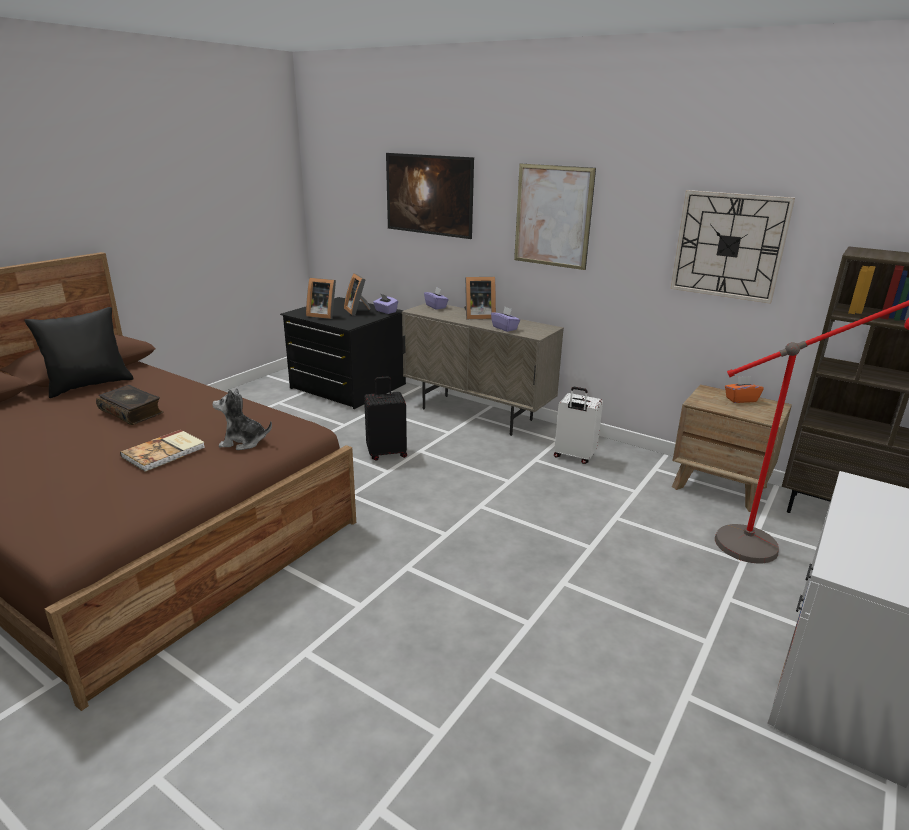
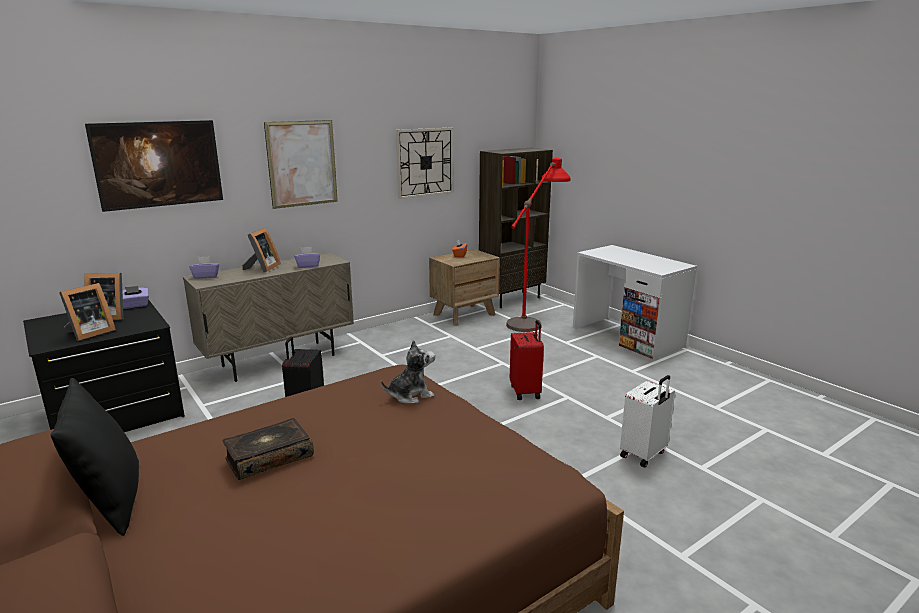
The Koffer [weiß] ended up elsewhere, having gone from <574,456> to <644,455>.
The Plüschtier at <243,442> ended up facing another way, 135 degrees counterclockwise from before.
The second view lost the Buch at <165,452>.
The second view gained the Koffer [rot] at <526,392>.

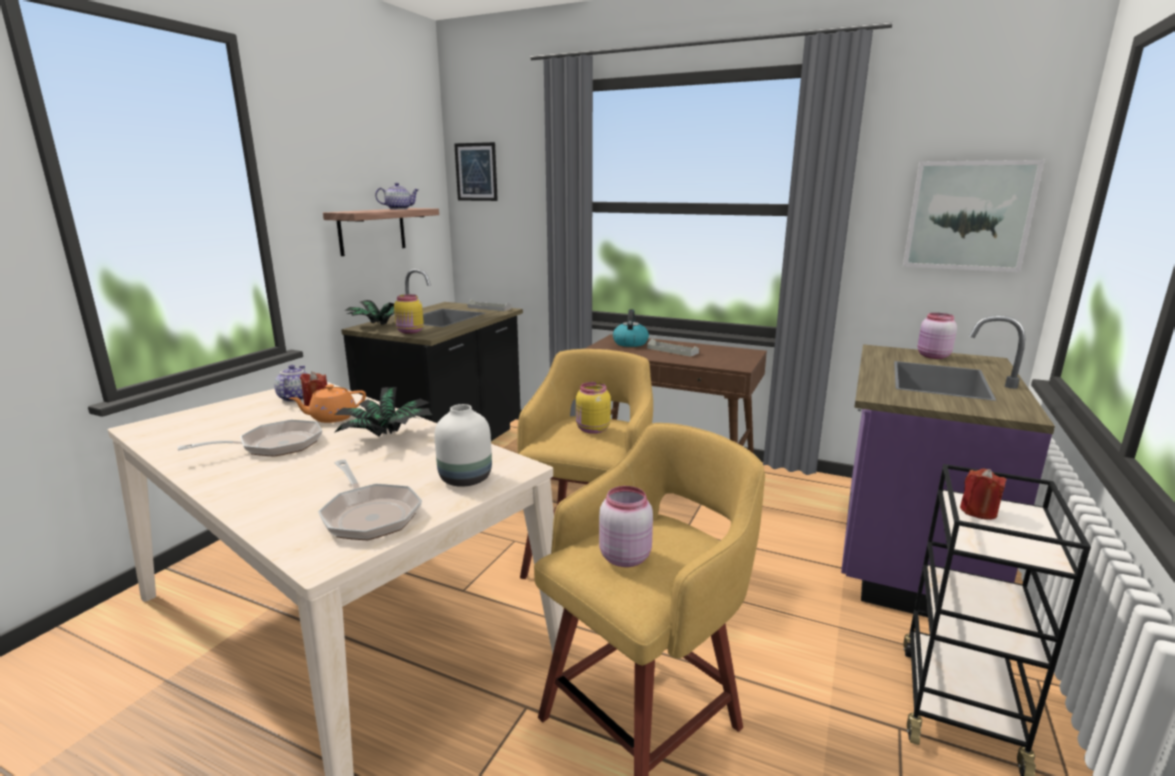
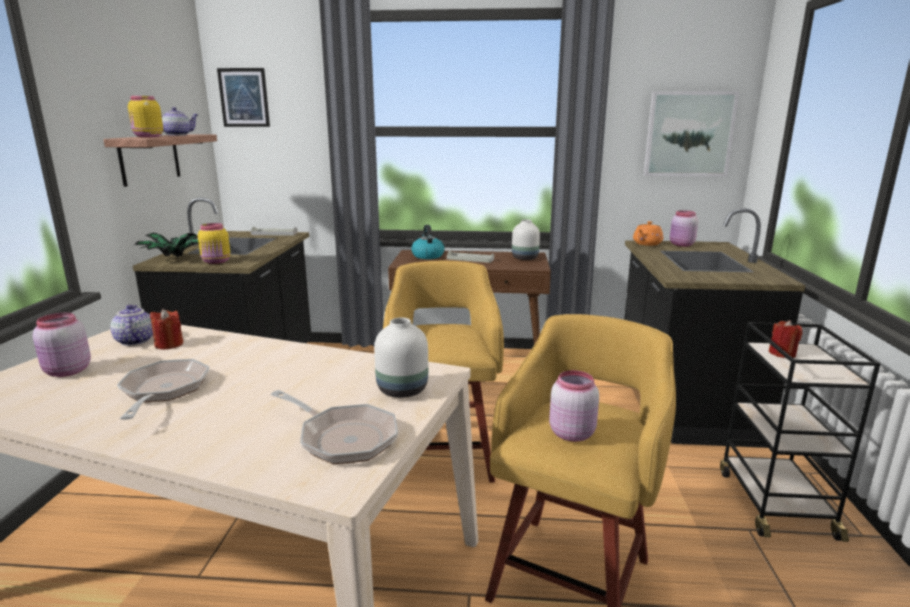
What was the Küchenzeile [lila] at <906,553> turned into the Küchenzeile [schwarz] at <681,402>.
The Vorratsglas [gelb] ended up elsewhere, having gone from <592,429> to <148,137>.
The Teekanne [orange] ended up elsewhere, having gone from <332,418> to <646,244>.
The second view lost the Topfpflanze at <388,436>.
The Pfanne at <274,445> ended up facing another way, 45 degrees counterclockwise from before.
The second view gained the Vase [weiß] at <525,258>.
The second view gained the Vorratsglas [rosa] at <67,371>.

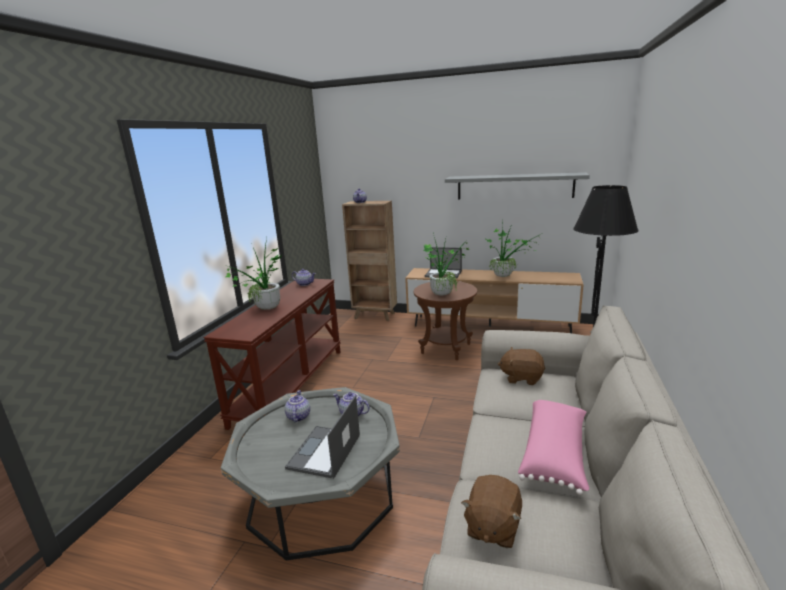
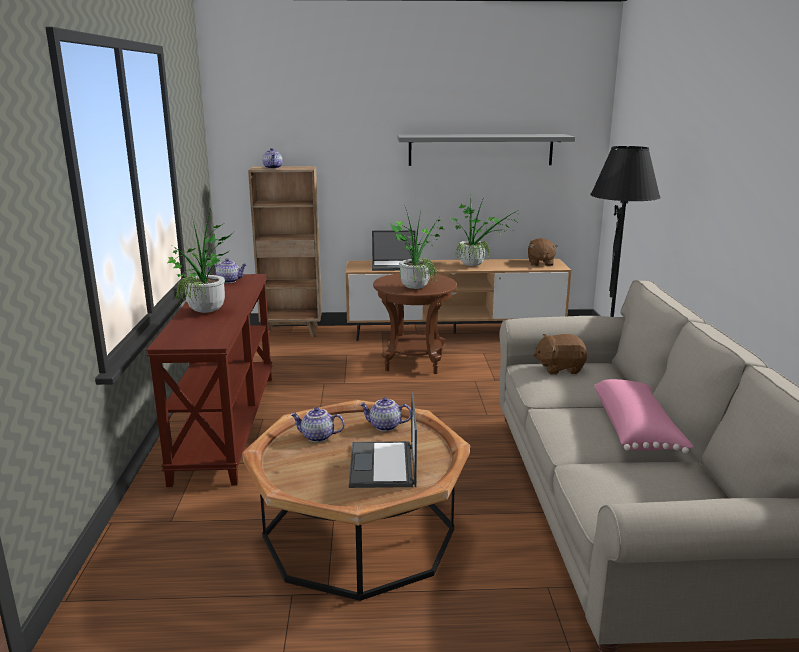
What was the Couchtisch [grau] at <321,495> turned into the Couchtisch [braun] at <359,533>.
The Teekanne at <298,416> ended up facing another way, 60 degrees counterclockwise from before.
The Plüschtier [braun] ended up elsewhere, having gone from <492,527> to <540,263>.

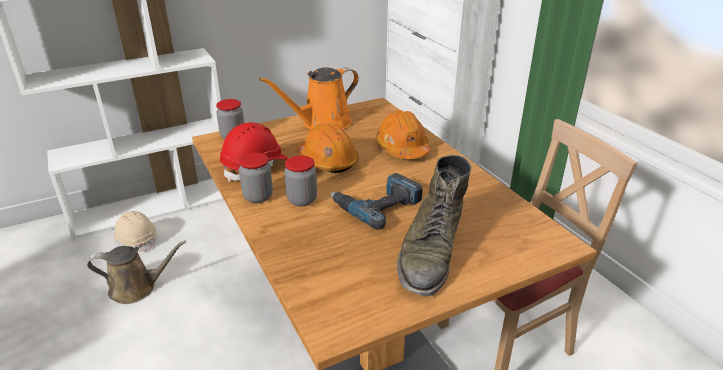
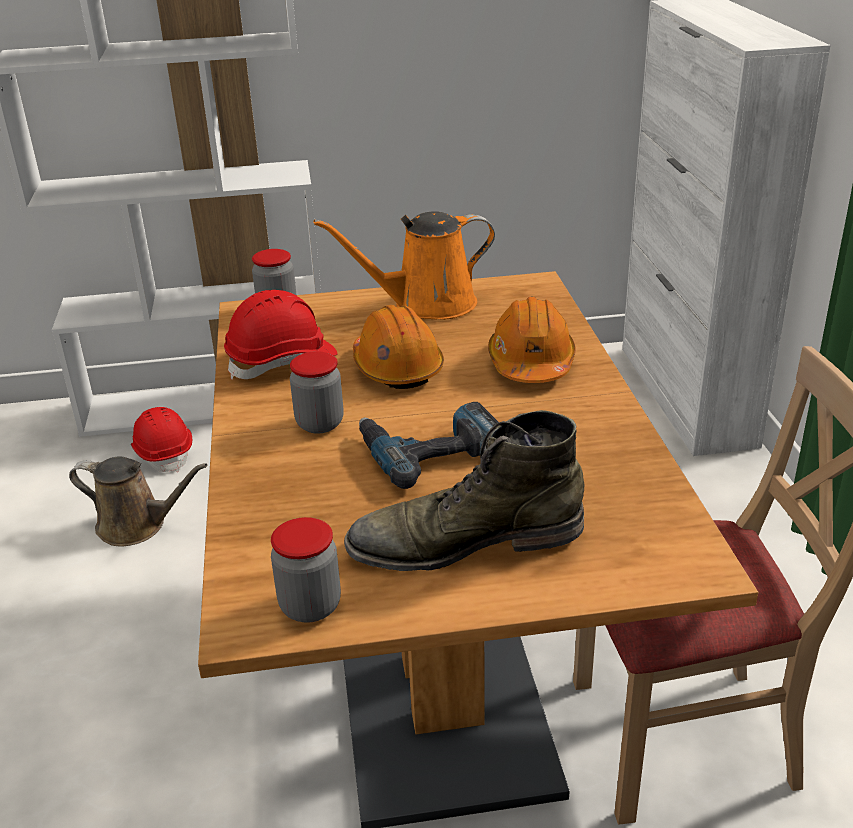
The Vorratsglas ended up elsewhere, having gone from <258,197> to <310,606>.
The Stiefel [grün] at <430,253> ended up facing another way, 45 degrees clockwise from before.
What was the Schutzhelm [beige] at <136,240> turned into the Schutzhelm [rot] at <164,453>.

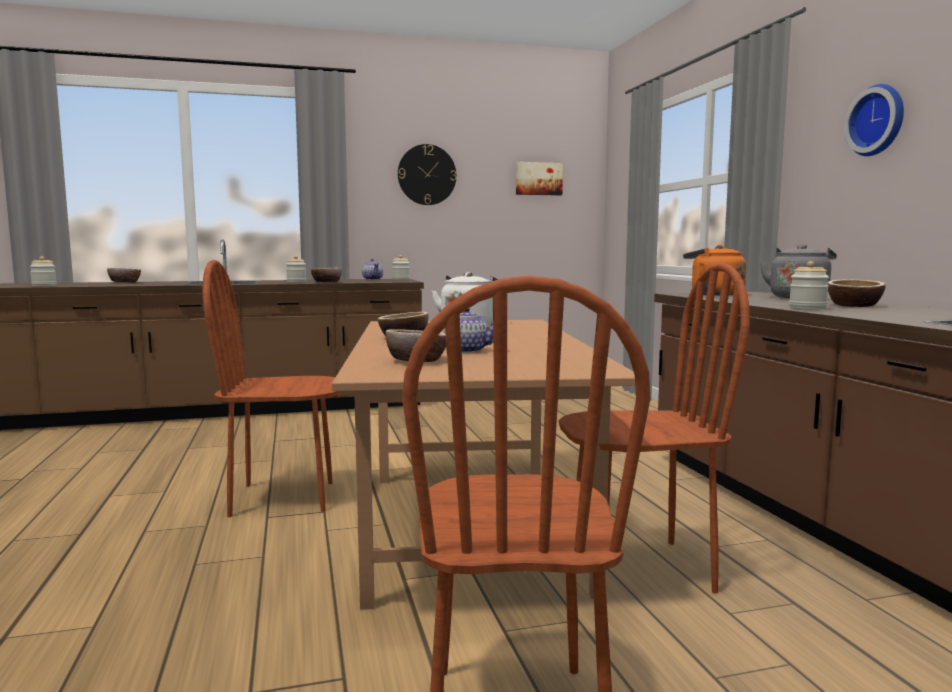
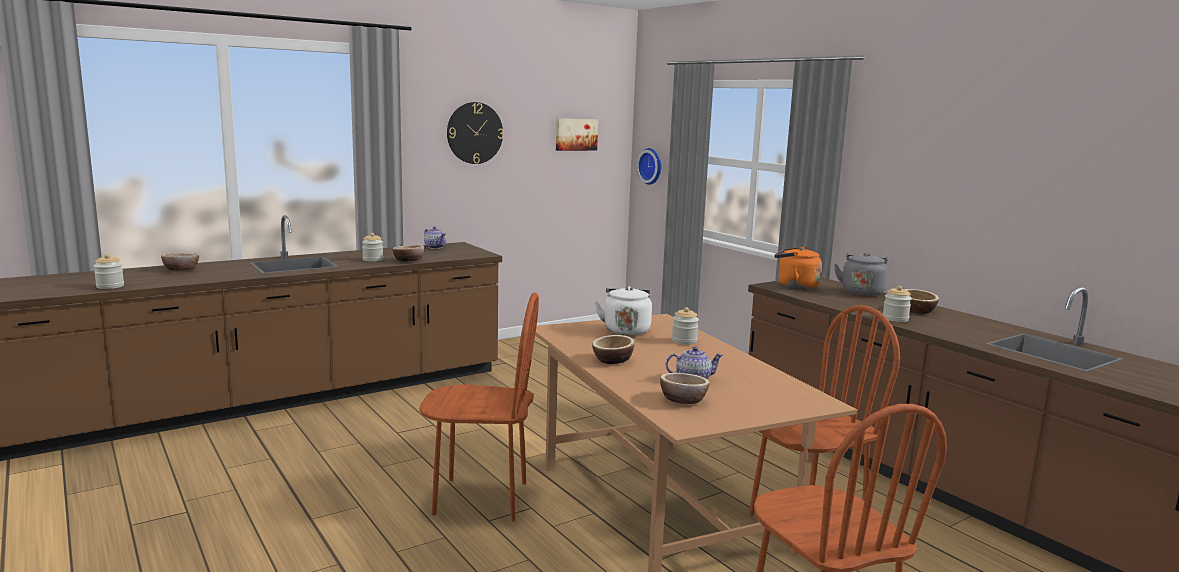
The Wanduhr ended up elsewhere, having gone from <878,120> to <651,166>.
The Vorratsglas ended up elsewhere, having gone from <400,279> to <684,341>.
The Stuhl [braun] at <283,498> ended up facing another way, 150 degrees counterclockwise from before.

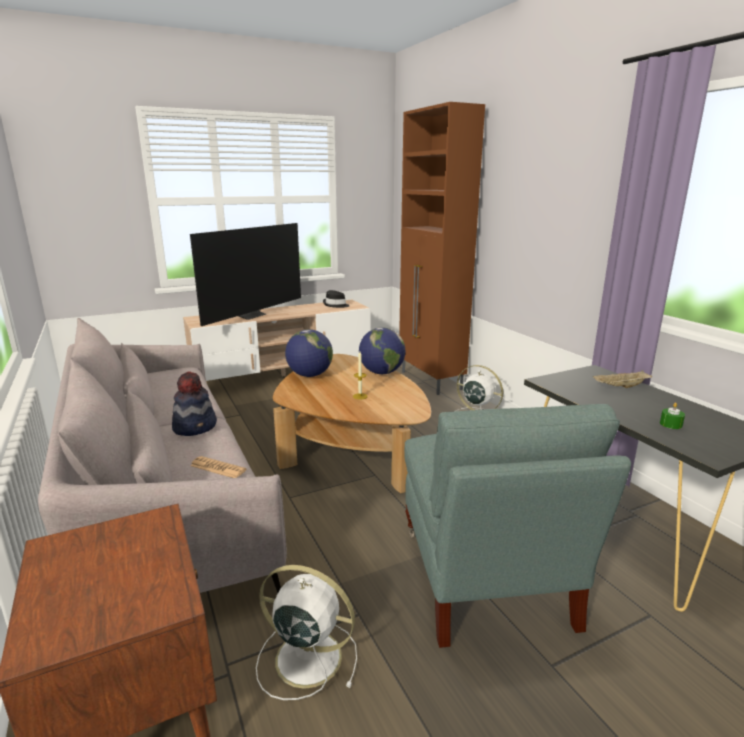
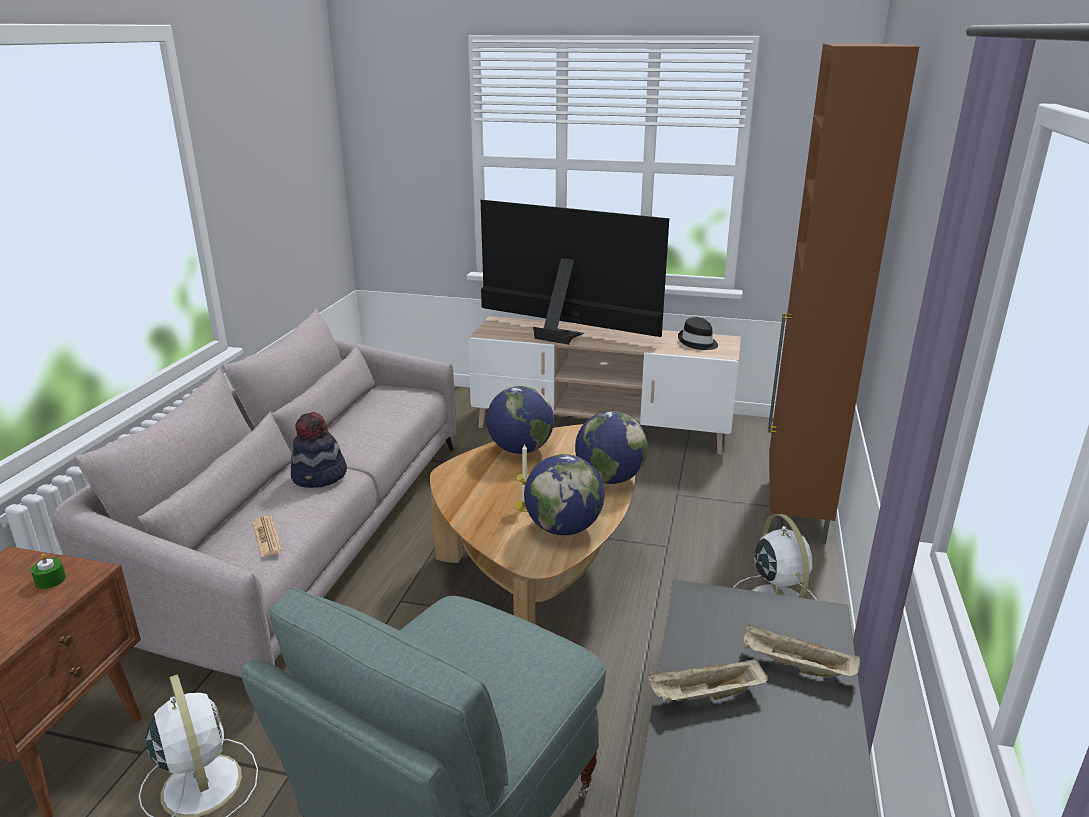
The Fernseher at <251,315> ended up facing another way, 135 degrees counterclockwise from before.
The Kerze [grün] ended up elsewhere, having gone from <670,424> to <50,580>.
The second view gained the Globus at <563,528>.
The second view gained the Tablett [beige] at <705,696>.

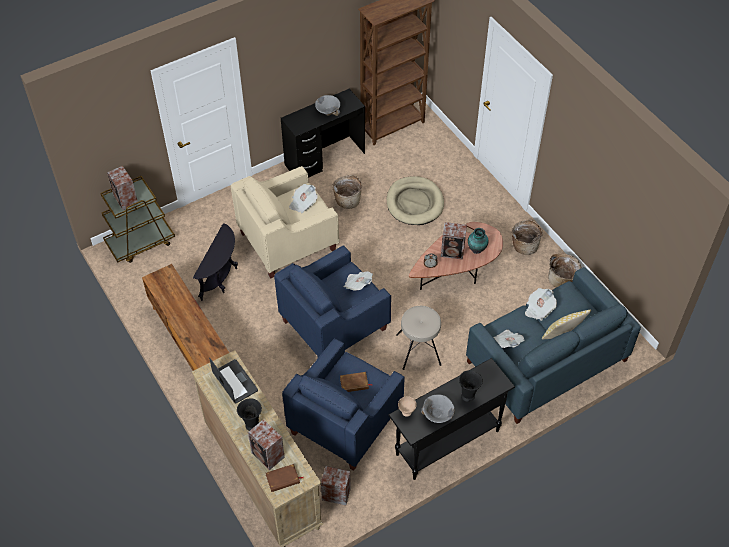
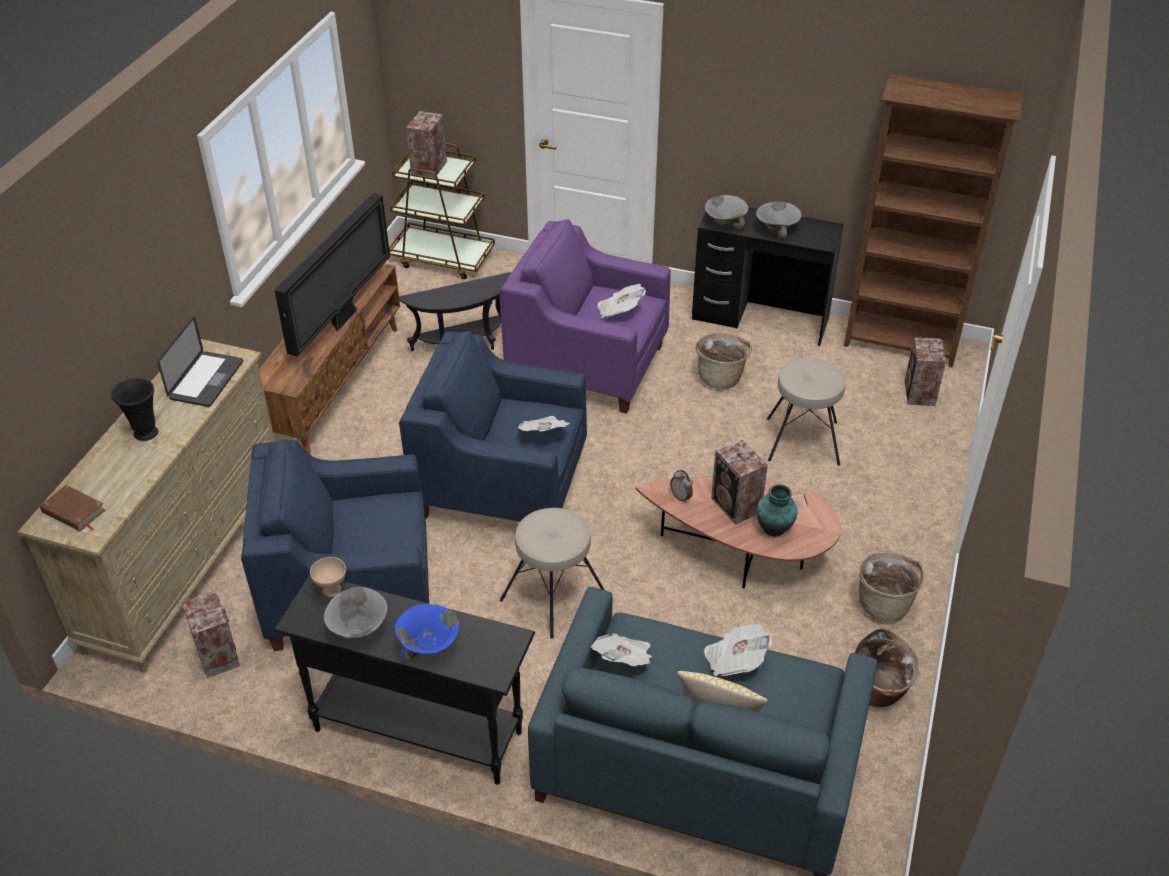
What was the Sessel [beige] at <288,241> turned into the Sessel [lila] at <587,365>.
Where the Hundebett [beige] stood at <414,203>, the Hocker [beige] came to stand at <802,440>.
Where the Vase [schwarz] stood at <468,396>, the Schüssel [blau] came to stand at <429,645>.
The second view lost the Buch [braun] at <354,383>.
The Lautsprecher ended up elsewhere, having gone from <268,456> to <919,394>.
The second view gained the Fernseher at <344,317>.
The second view gained the Schüssel [grau] at <725,223>.

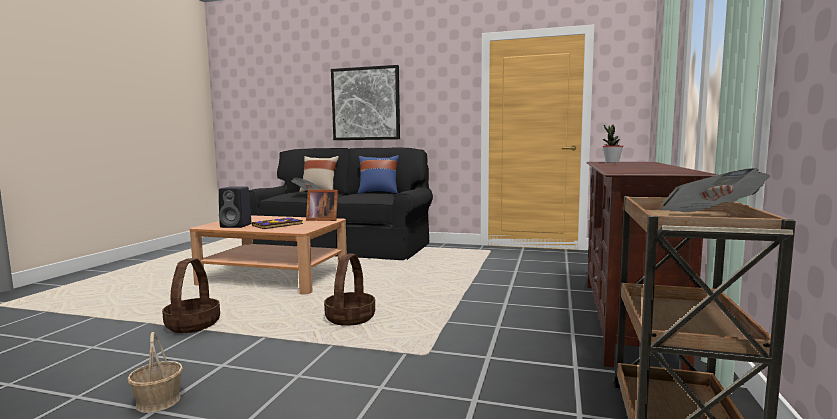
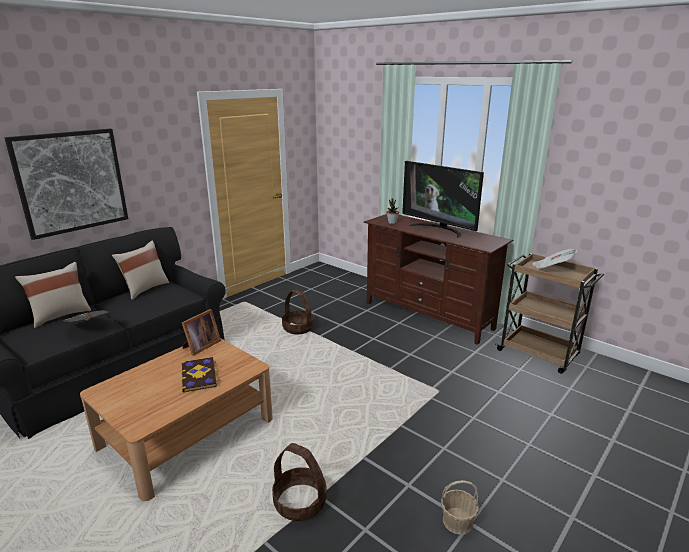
What was the Kissen [blau] at <378,193> turned into the Kissen [beige] at <145,289>.
The second view lost the Lautsprecher [schwarz] at <237,226>.
The Korb ended up elsewhere, having gone from <350,318> to <298,328>.
The second view gained the Fernseher at <439,229>.

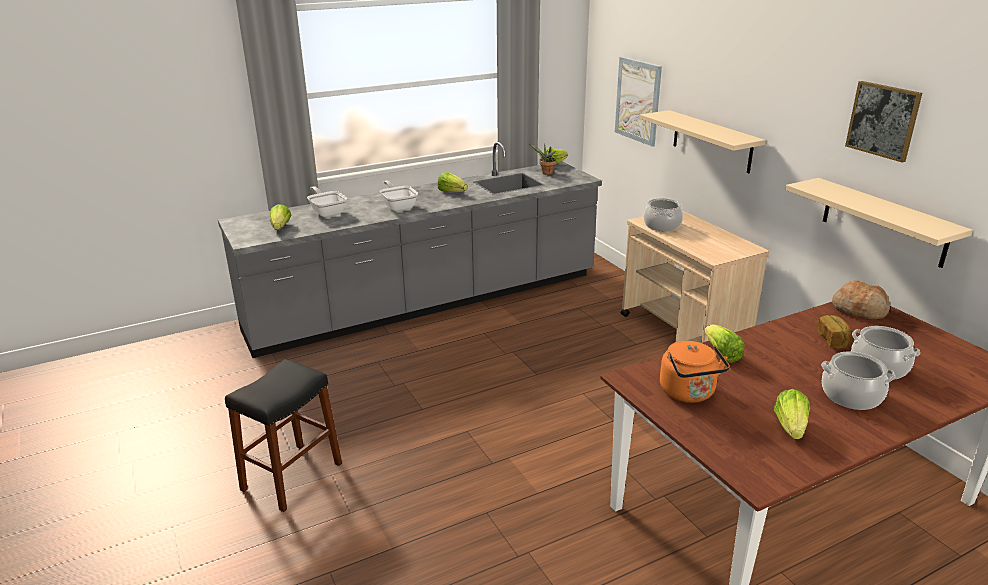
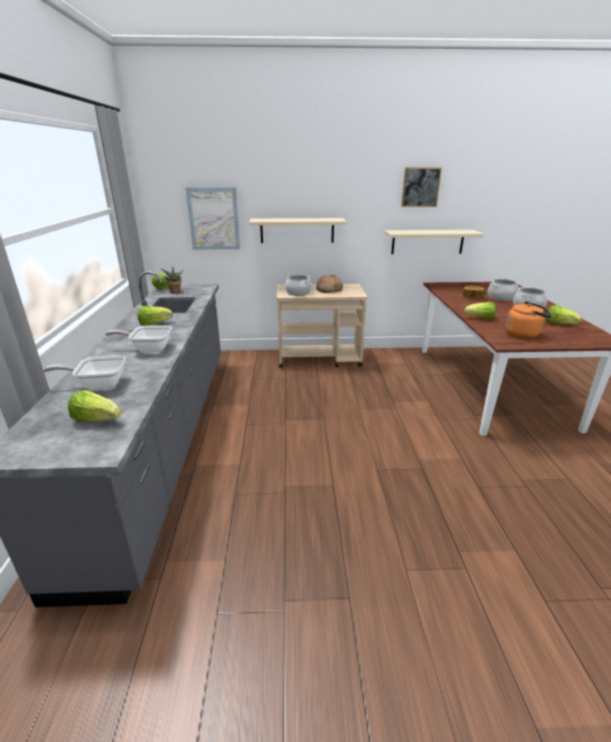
The Brot ended up elsewhere, having gone from <859,310> to <329,290>.
The second view lost the Hocker [schwarz] at <292,476>.

